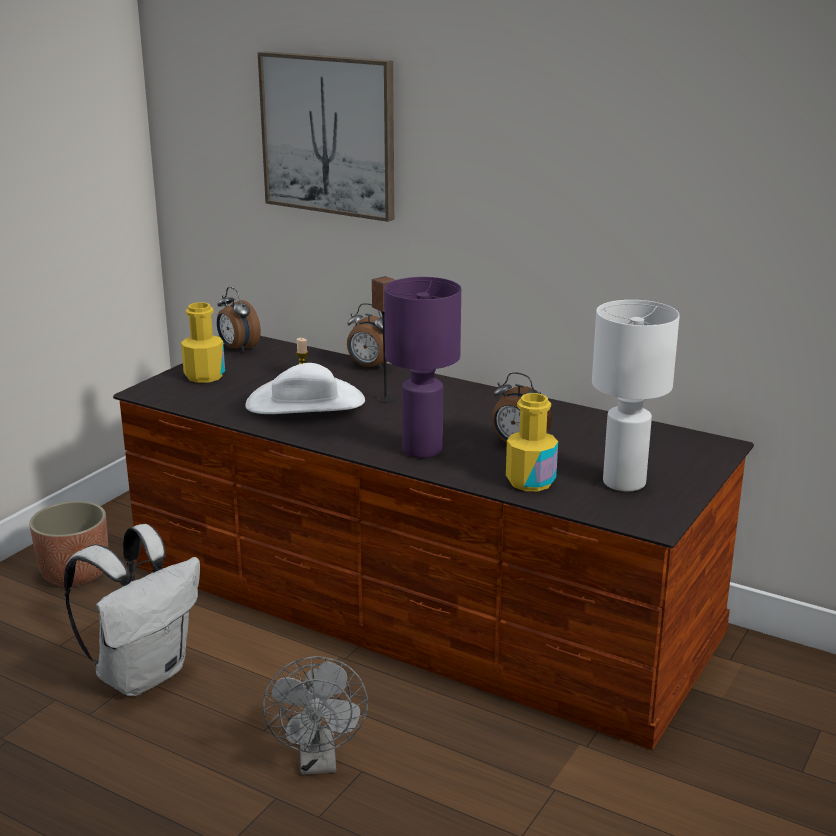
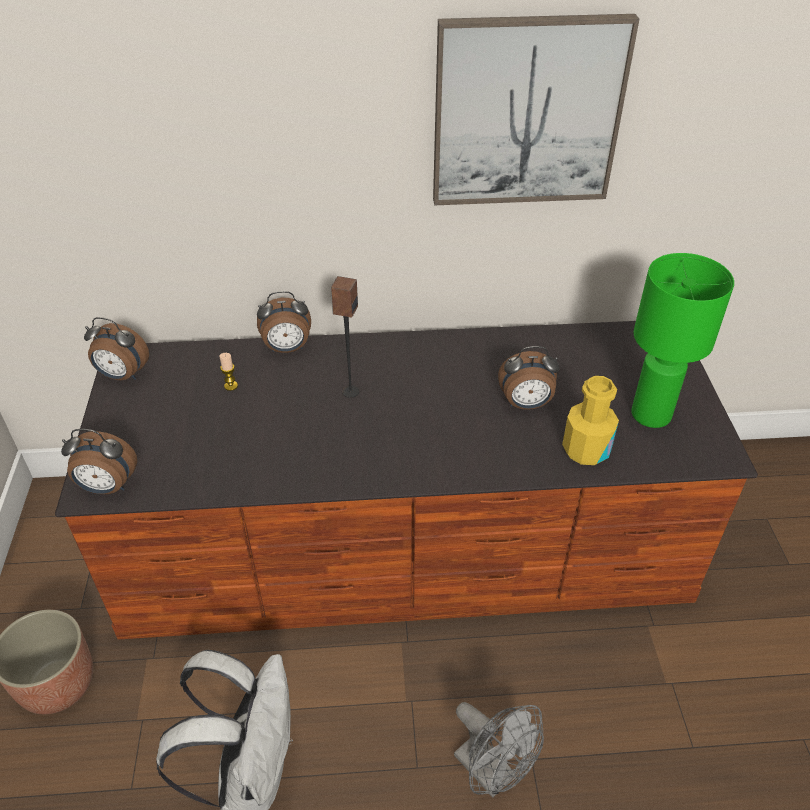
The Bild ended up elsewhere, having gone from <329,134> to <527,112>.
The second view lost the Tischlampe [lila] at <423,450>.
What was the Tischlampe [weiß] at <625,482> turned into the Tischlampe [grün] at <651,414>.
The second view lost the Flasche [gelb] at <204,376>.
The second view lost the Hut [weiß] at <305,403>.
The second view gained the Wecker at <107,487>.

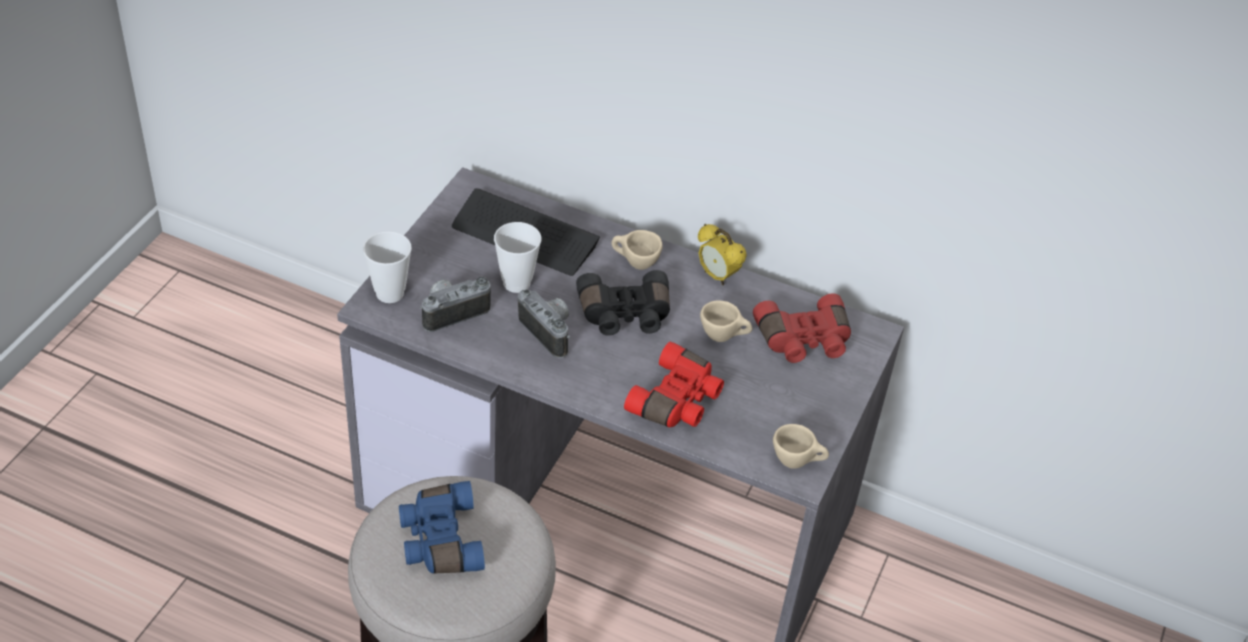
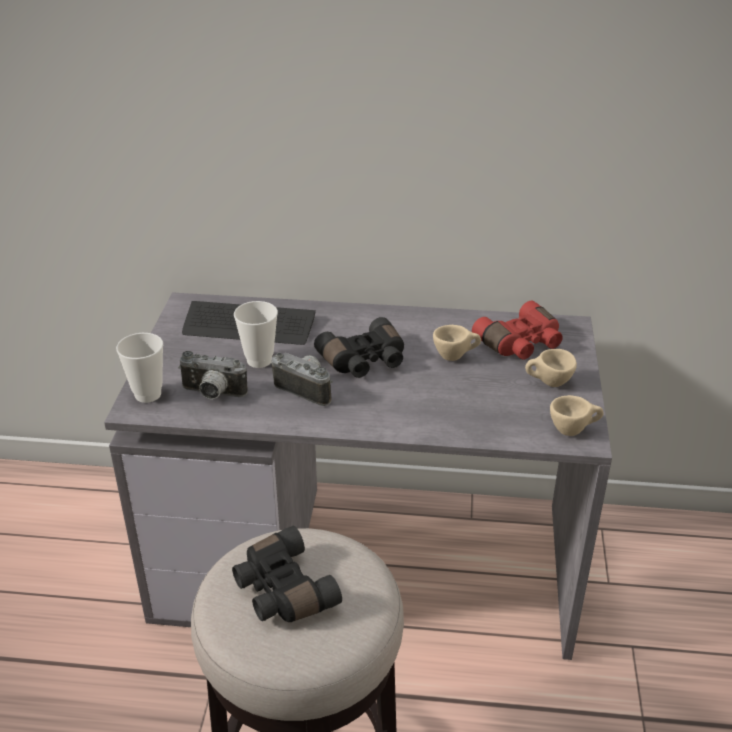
The second view lost the Wecker at <717,276>.
The Tasse [beige] ended up elsewhere, having gone from <634,264> to <548,383>.
The Kamera at <452,311> ended up facing another way, 120 degrees counterclockwise from before.
The second view lost the Fernglas [rot] at <677,401>.
What was the Fernglas [blau] at <439,540> turned into the Fernglas [schwarz] at <282,591>.

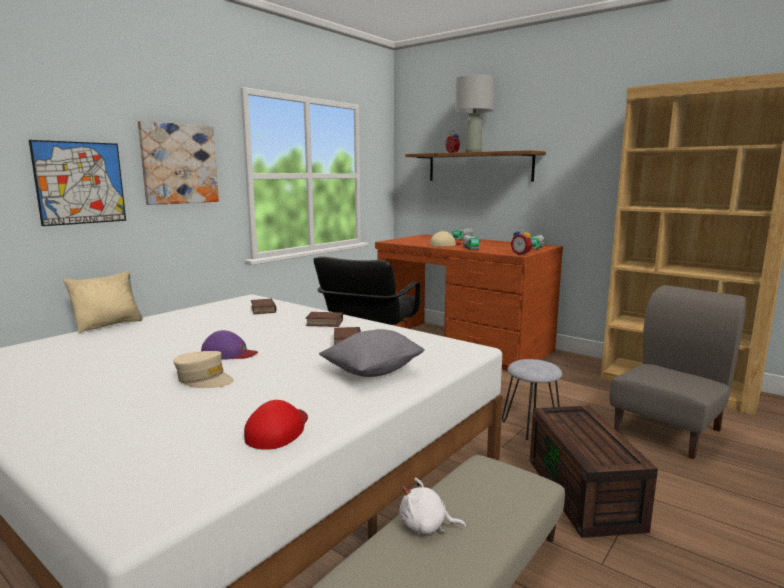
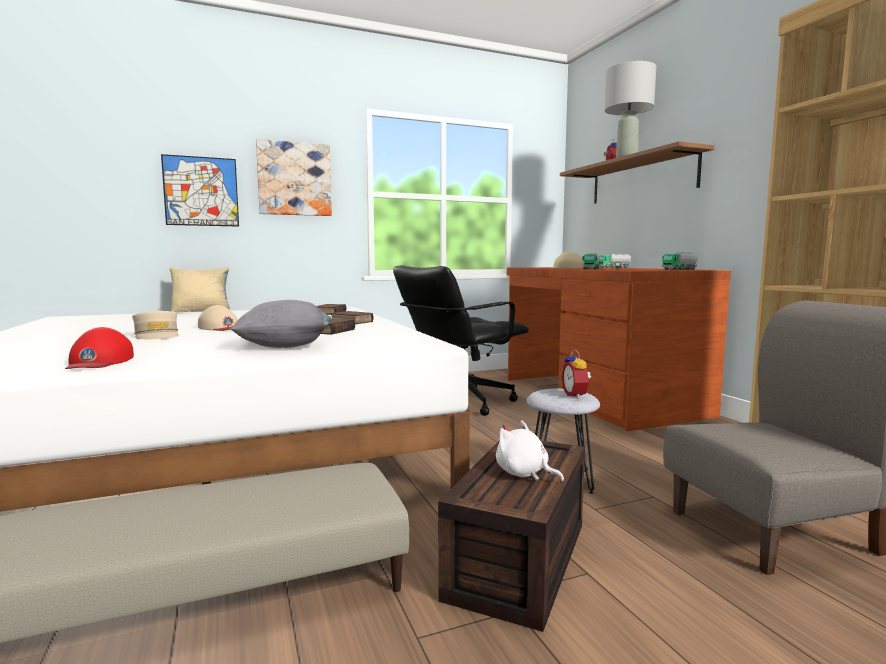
The Wecker ended up elsewhere, having gone from <521,254> to <576,395>.
What was the Kappe [lila] at <229,353> turned into the Kappe [beige] at <221,328>.
The Kappe [rot] at <278,430> ended up facing another way, 120 degrees clockwise from before.
The Plüschtier [weiß] ended up elsewhere, having gone from <426,526> to <524,473>.

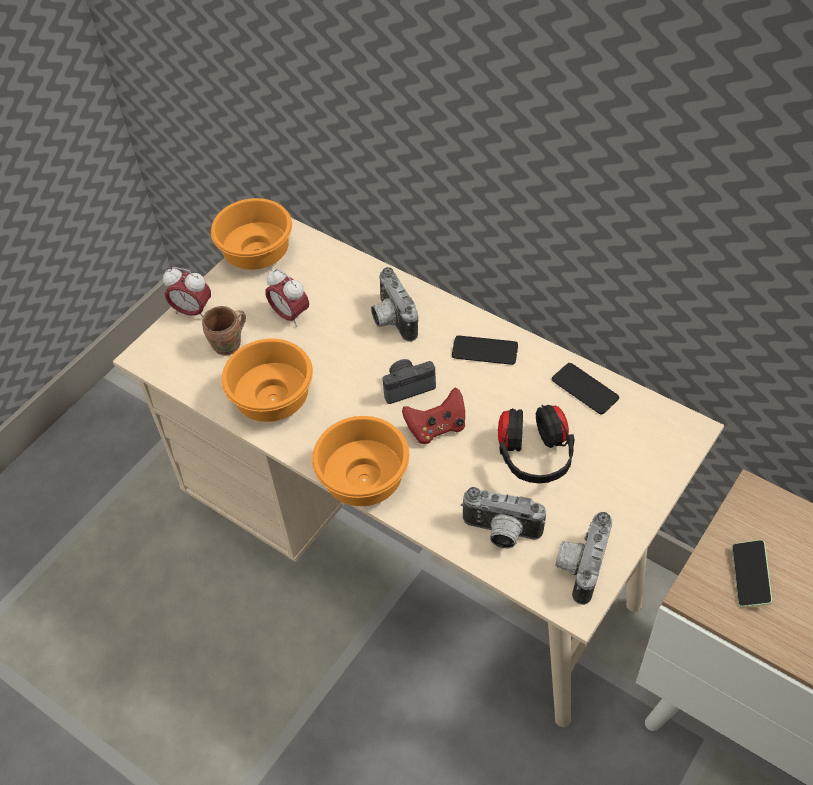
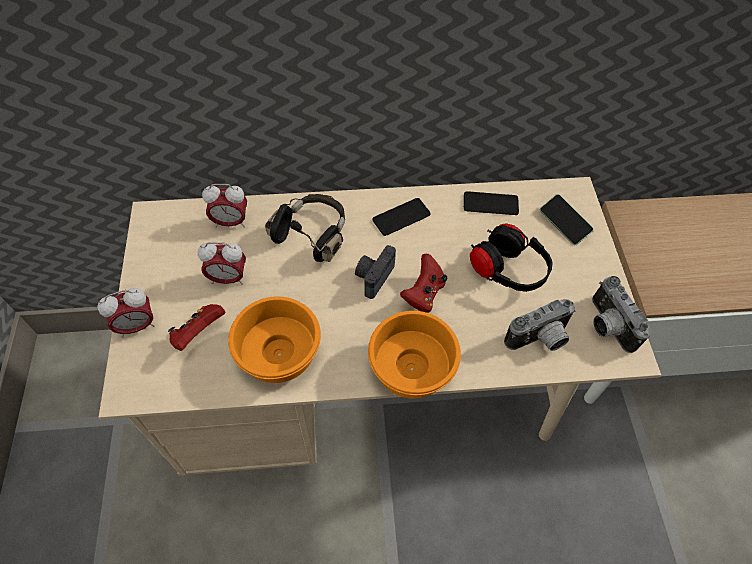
The second view lost the Schüssel [orange] at <255,255>.
Where the Kamera stood at <391,320>, the Kopfhörer [schwarz] came to stand at <312,234>.
Where the Henkelbecher [braun] stood at <229,345>, the Gamepad [rot] came to stand at <198,334>.
The Handy ended up elsewhere, having gone from <749,578> to <564,224>.
The second view gained the Wecker at <230,222>.

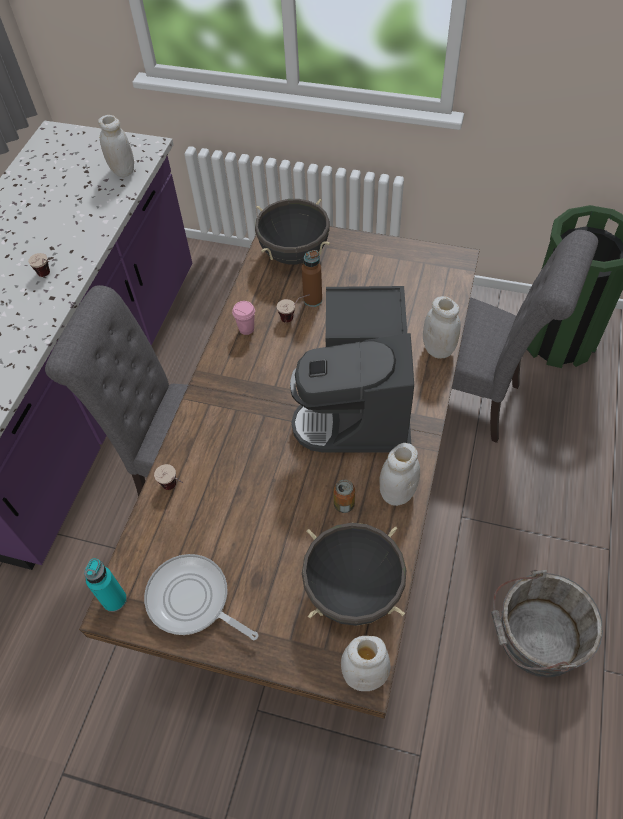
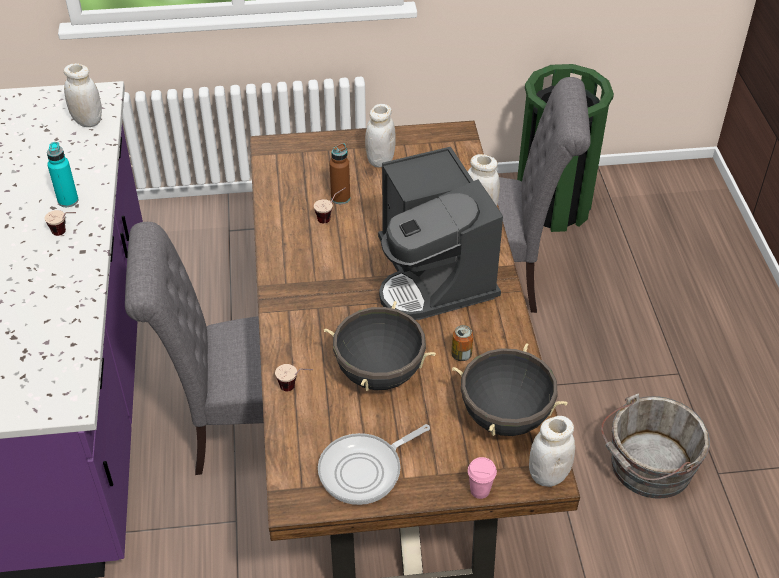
The Kochtopf [schwarz] ended up elsewhere, having gone from <294,254> to <379,374>.
The Tasse [rosa] ended up elsewhere, having gone from <246,329> to <480,490>.
The Vorratsglas [weiß] ended up elsewhere, having gone from <397,493> to <380,160>.
The Pfanne at <192,601> ended up facing another way, 45 degrees counterclockwise from before.
The Flasche [türkis] ended up elsewhere, having gone from <114,600> to <68,200>.

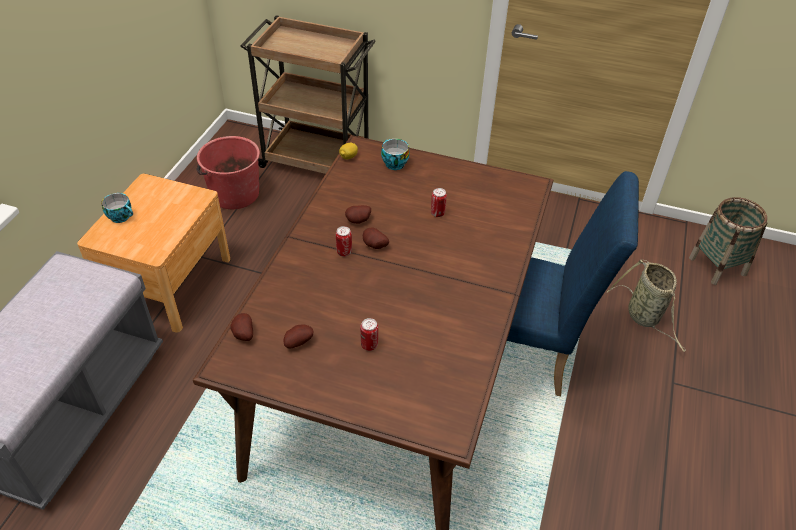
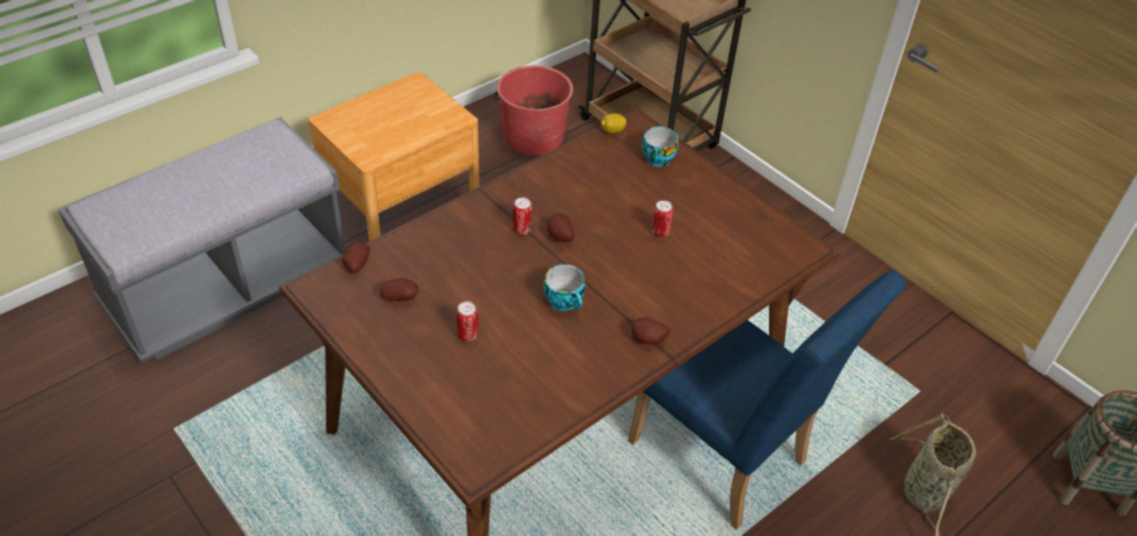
The Tasse ended up elsewhere, having gone from <122,217> to <565,301>.
The Kartoffel ended up elsewhere, having gone from <359,221> to <648,341>.

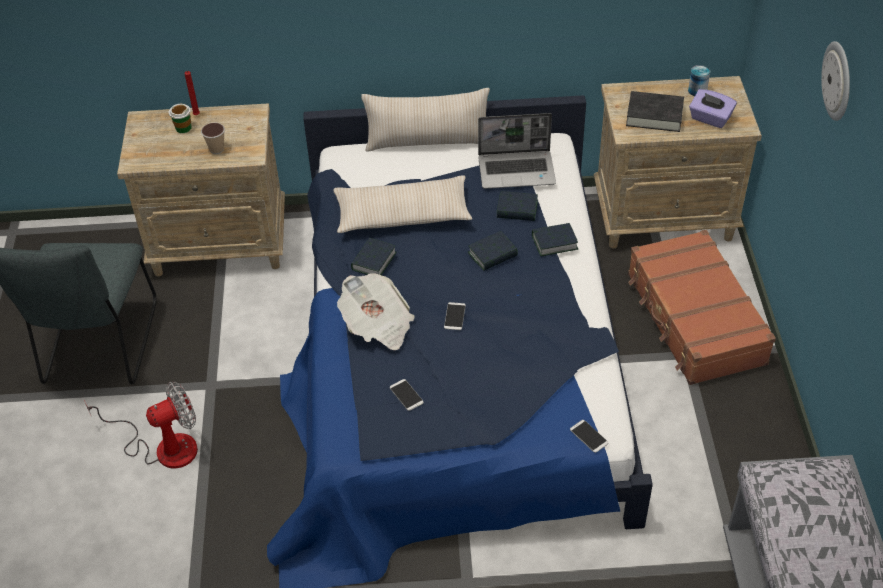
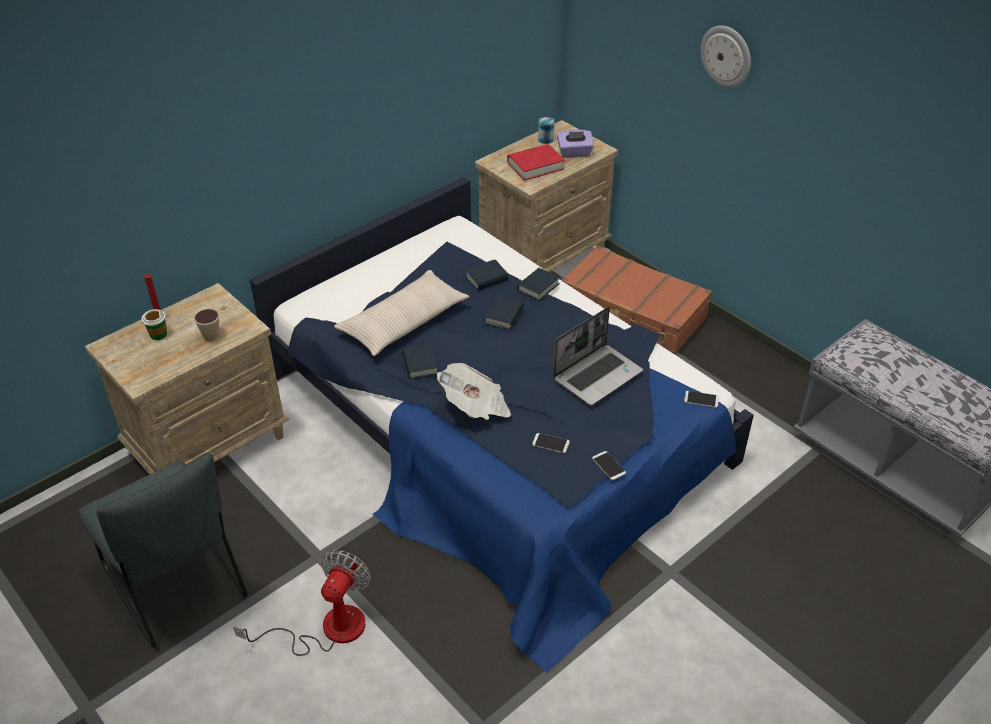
The second view lost the Kissen [beige] at <427,142>.
What was the Buch [schwarz] at <654,115> turned into the Buch [rot] at <535,166>.
The Laptop ended up elsewhere, having gone from <517,170> to <597,375>.
The Handy ended up elsewhere, having gone from <454,316> to <608,466>.

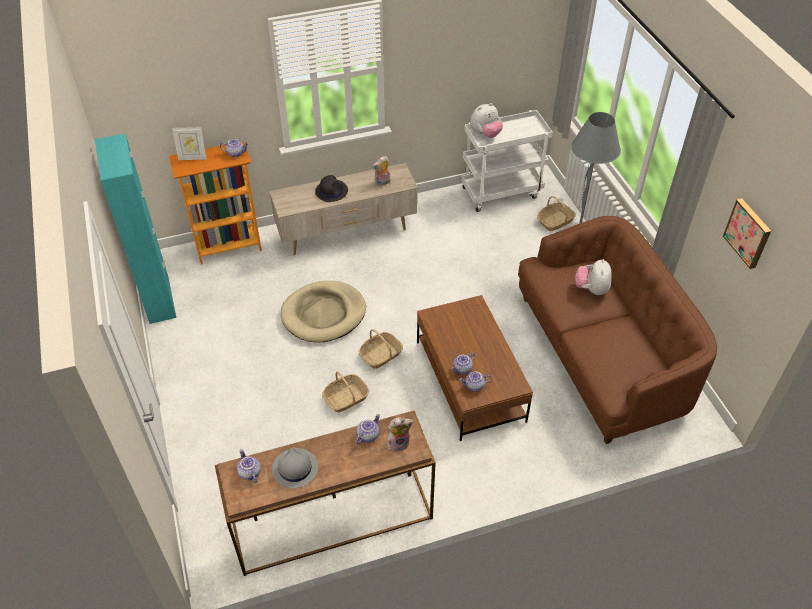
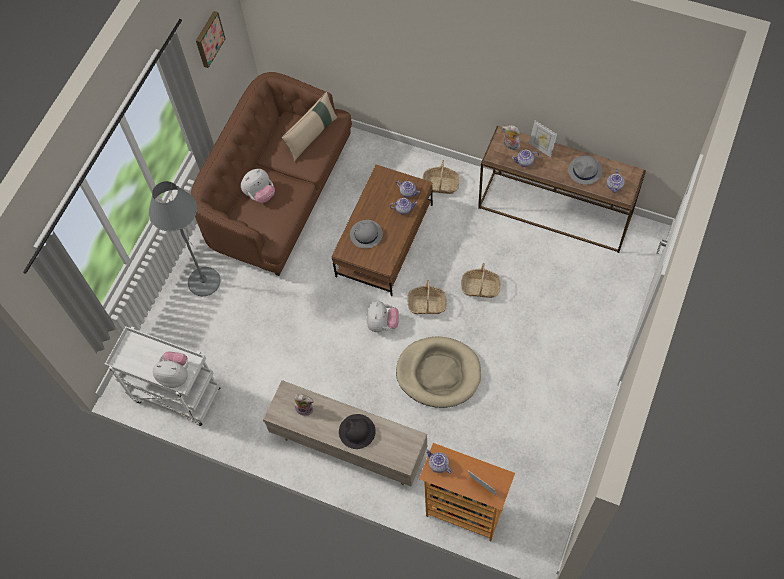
The second view lost the Schrank [türkis] at <159,300>.
The Korb ended up elsewhere, having gone from <555,221> to <440,185>.
The second view gained the Kissen [beige] at <312,136>.
The second view gained the Bilderrahmen at <541,148>.
The second view gained the Hut [grau] at <366,234>.
The second view gained the Plüschtier at <382,323>.

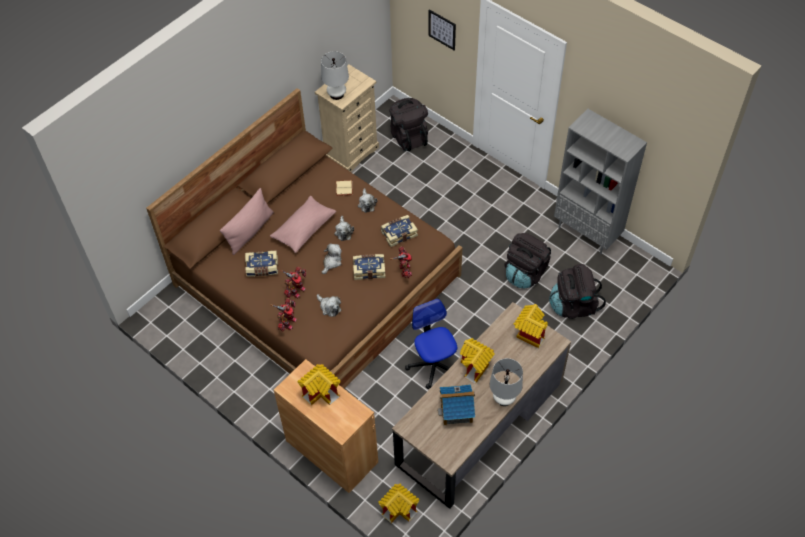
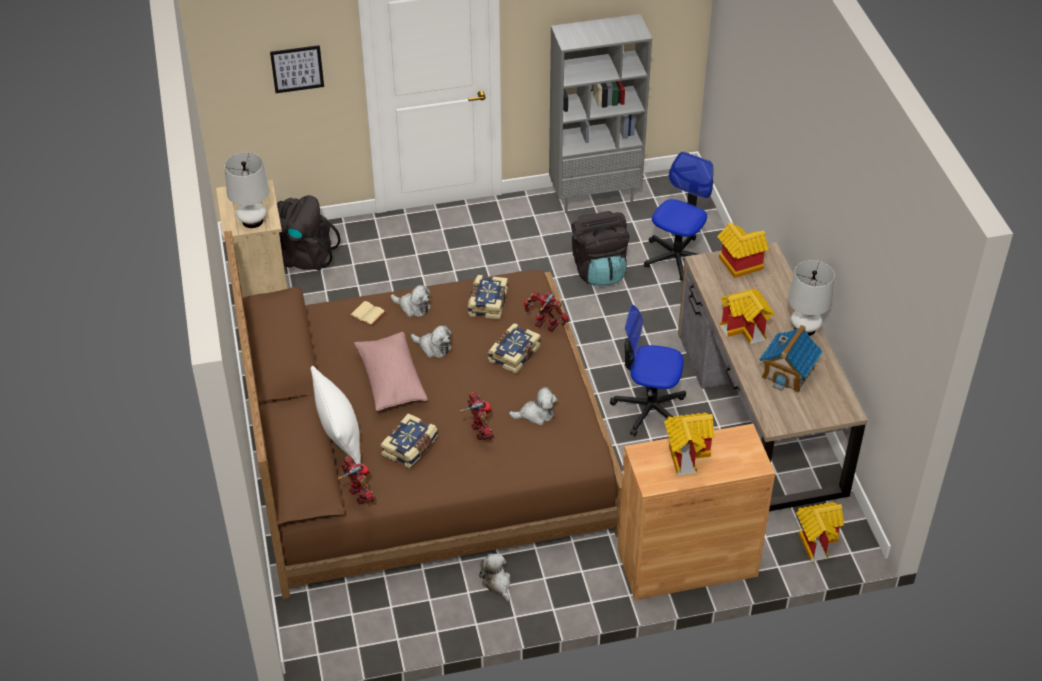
What was the Kissen [rosa] at <250,231> turned into the Kissen [weiß] at <339,432>.
The Plüschtier ended up elsewhere, having gone from <331,262> to <497,583>.
Where the Rucksack [schwarz] stood at <573,305>, the Bürostuhl came to stand at <677,258>.
The Spielzeugroboter ended up elsewhere, having gone from <288,322> to <359,495>.

